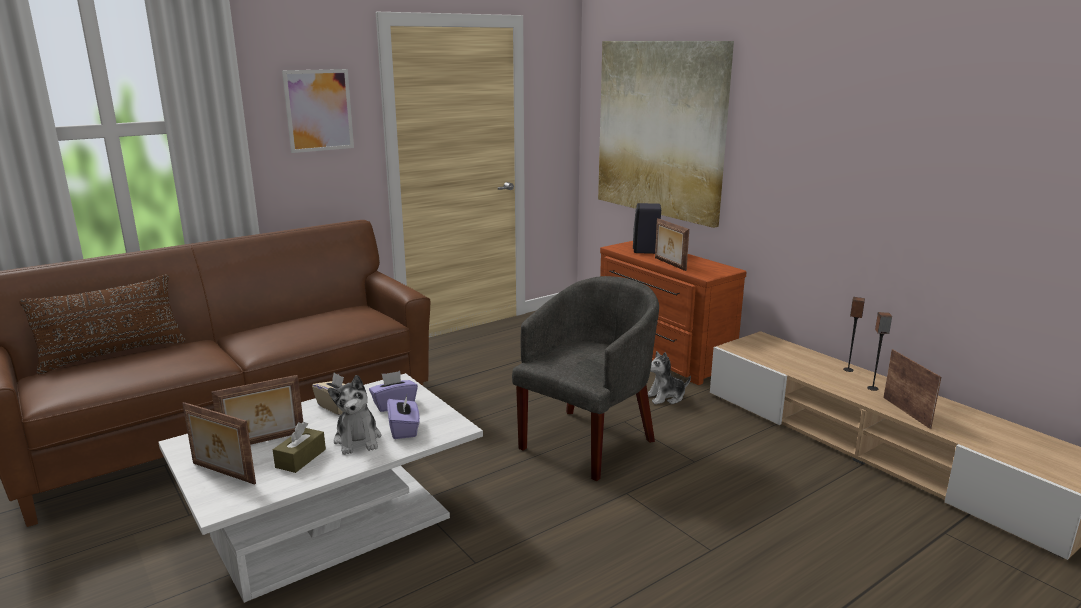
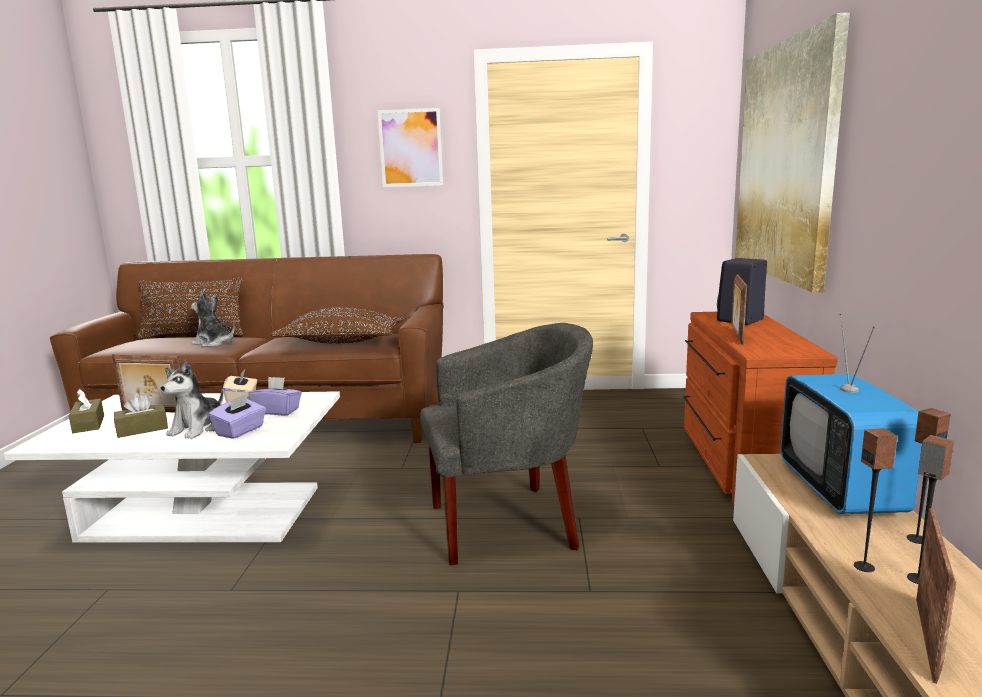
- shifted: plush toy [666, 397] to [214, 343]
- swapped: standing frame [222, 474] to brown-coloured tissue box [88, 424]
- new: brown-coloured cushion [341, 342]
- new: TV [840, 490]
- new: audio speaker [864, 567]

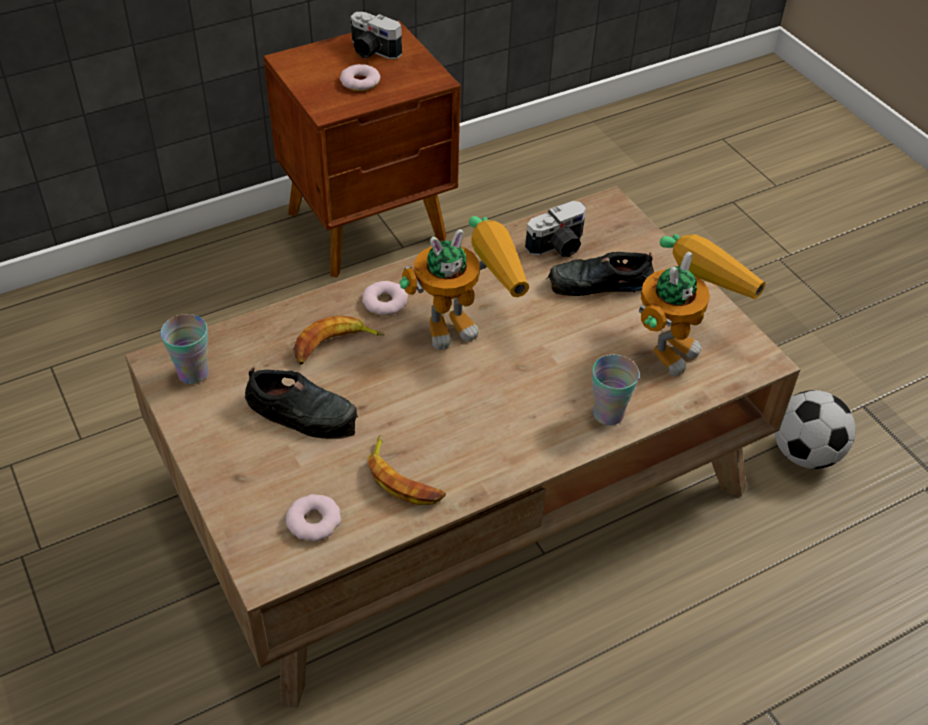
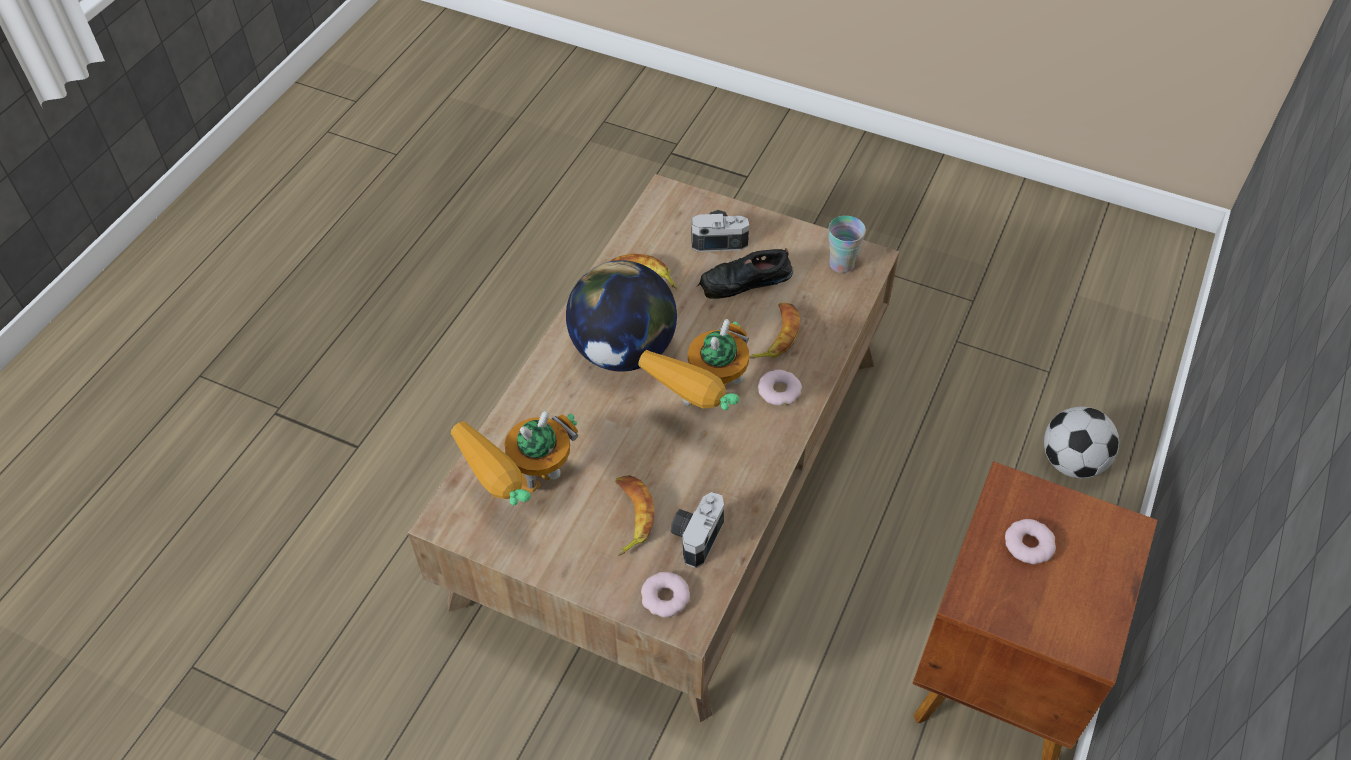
- shifted: photo camera [372, 51] to [719, 238]
- rotated: robot figure [677, 341] = [525, 497] 45 degrees clockwise
- swapped: blackish shoe [598, 283] to banana fruit [630, 516]
- gone: small cup [608, 414]
- shifted: football [805, 454] to [1071, 463]
- shifted: ring doughnut [314, 521] to [665, 597]
- new: world globe [623, 351]

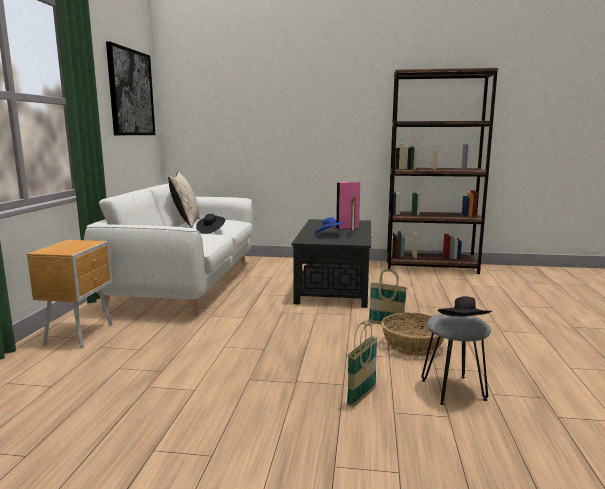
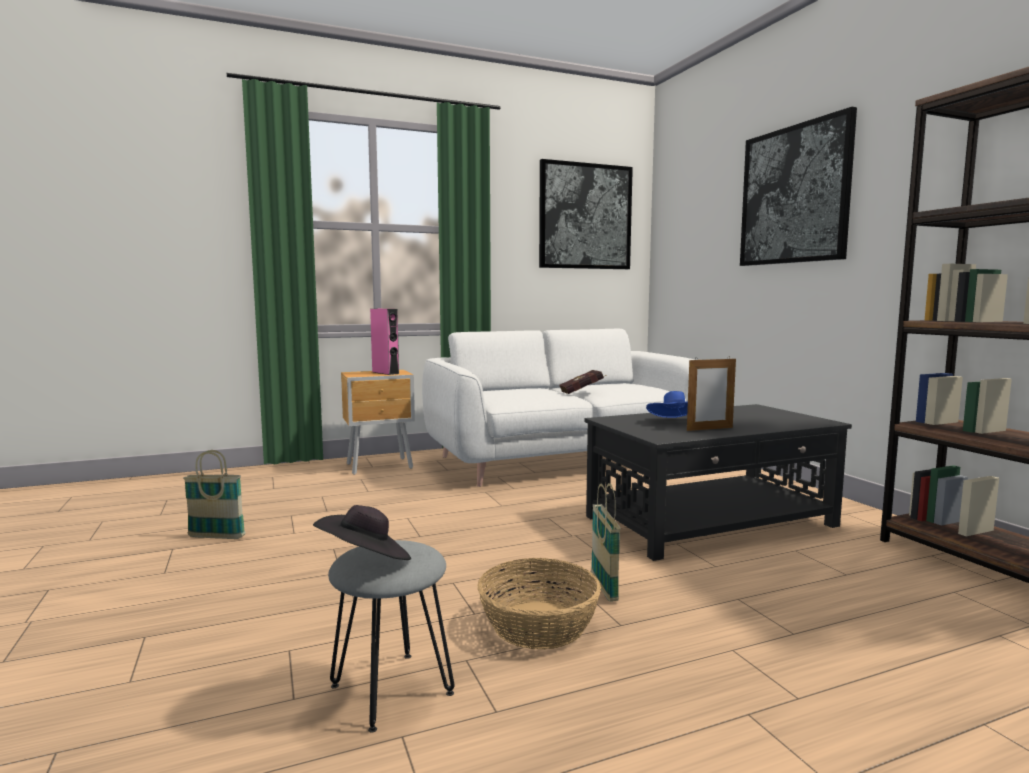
- gone: beige cushion [186, 223]
- shifted: pinkish audio speaker [347, 228] to [385, 373]
- swapped: blackish clothing hat [210, 231] to red book [583, 393]
- shifted: basket [361, 397] to [216, 537]
- new: wall art [794, 195]

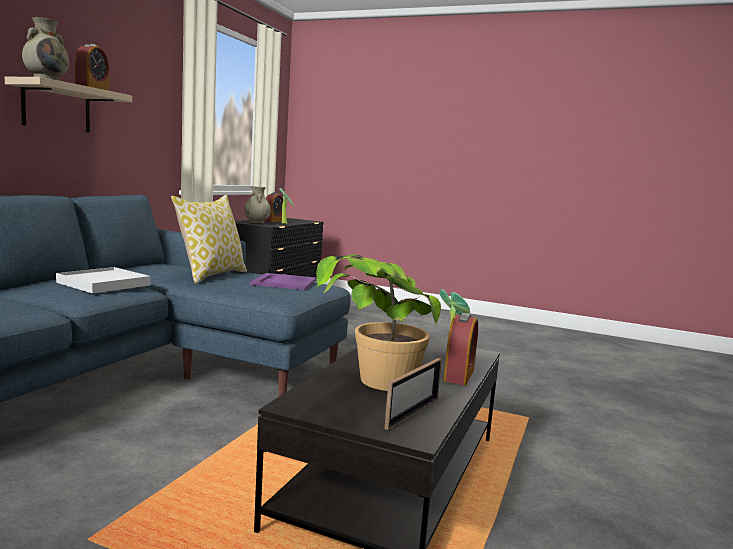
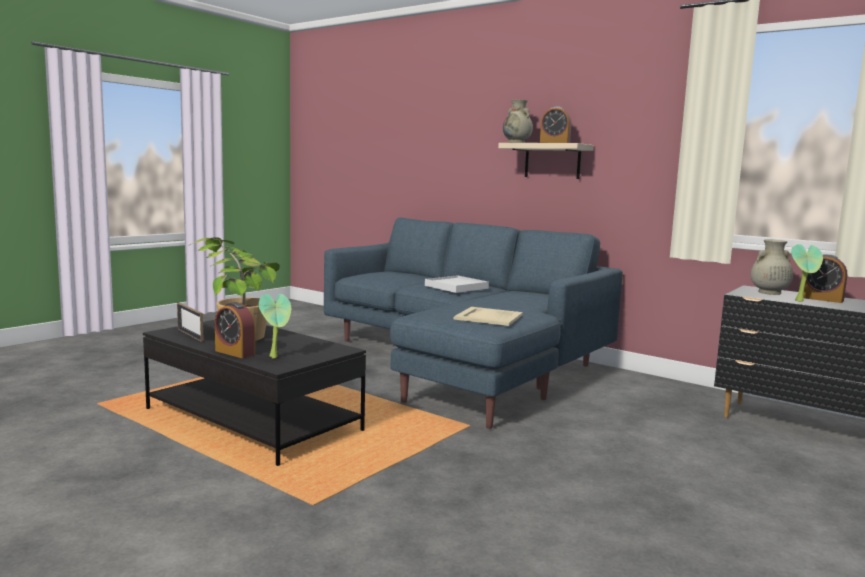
- gone: cushion [211, 275]
- repainted: purplish serving tray [283, 282] to beige serving tray [488, 317]

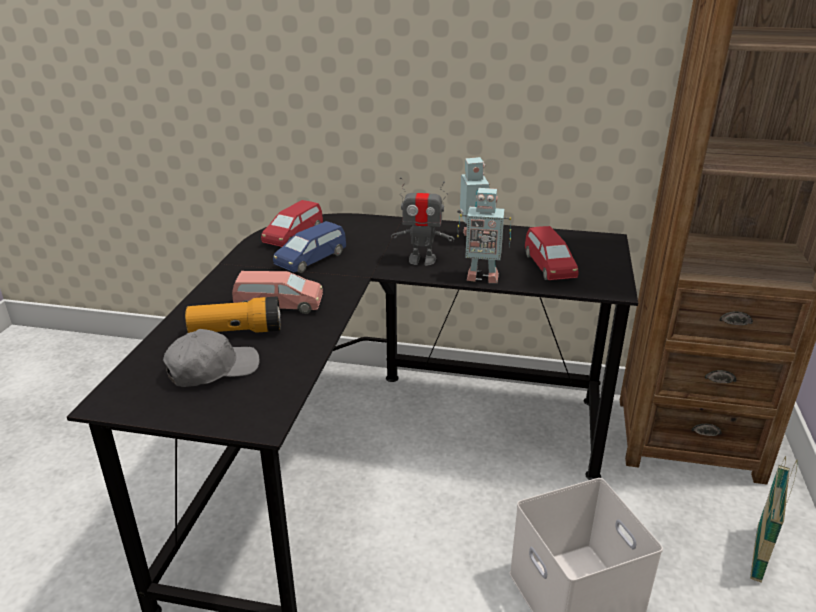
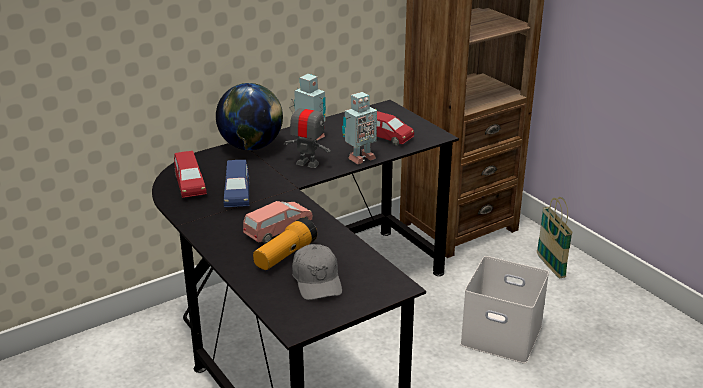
- rotated: robot figure [422, 260] = [307, 163] 120 degrees counterclockwise
- rotated: greyish cap [212, 370] = [317, 280] 150 degrees clockwise
- new: world globe [251, 147]

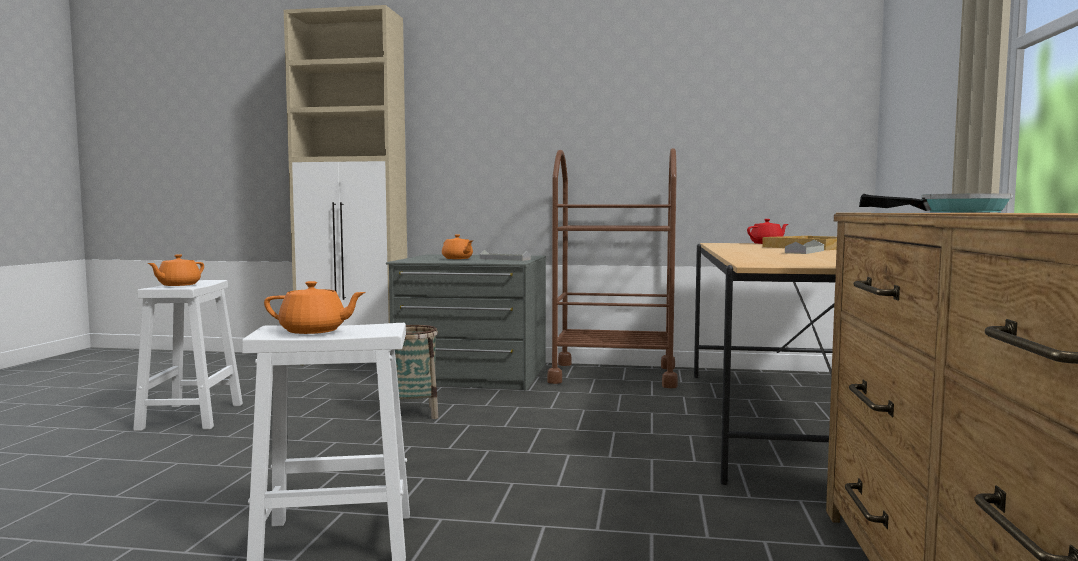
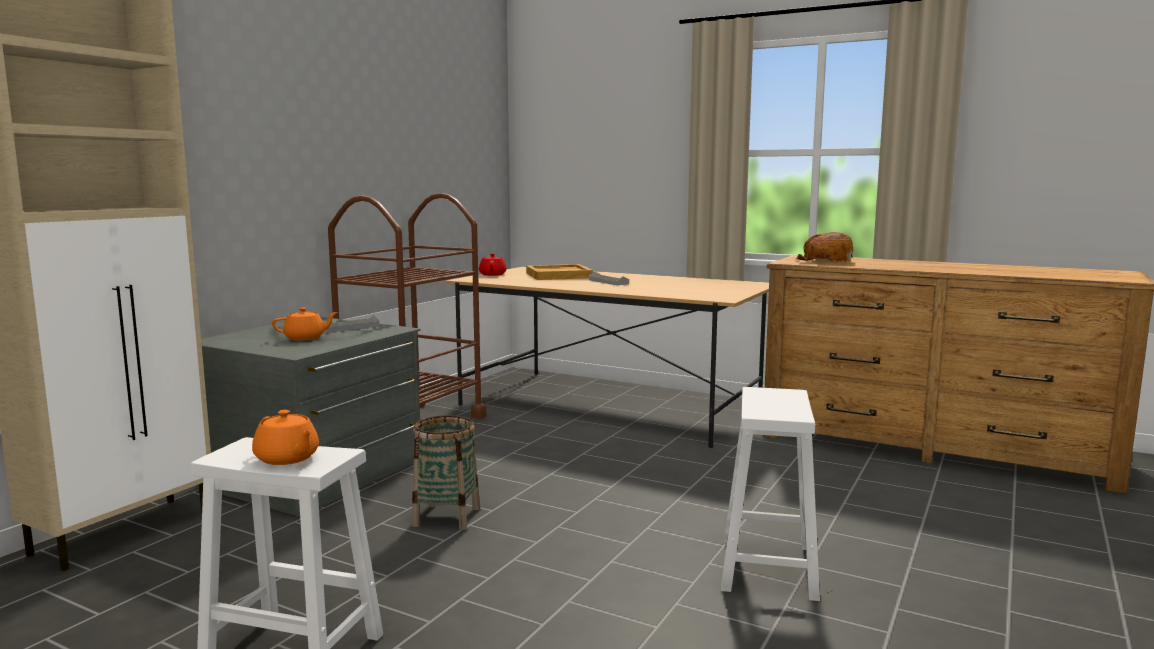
- swapped: frying pan [955, 212] to baked bread [822, 260]
- gone: orange-coloured teapot [314, 331]

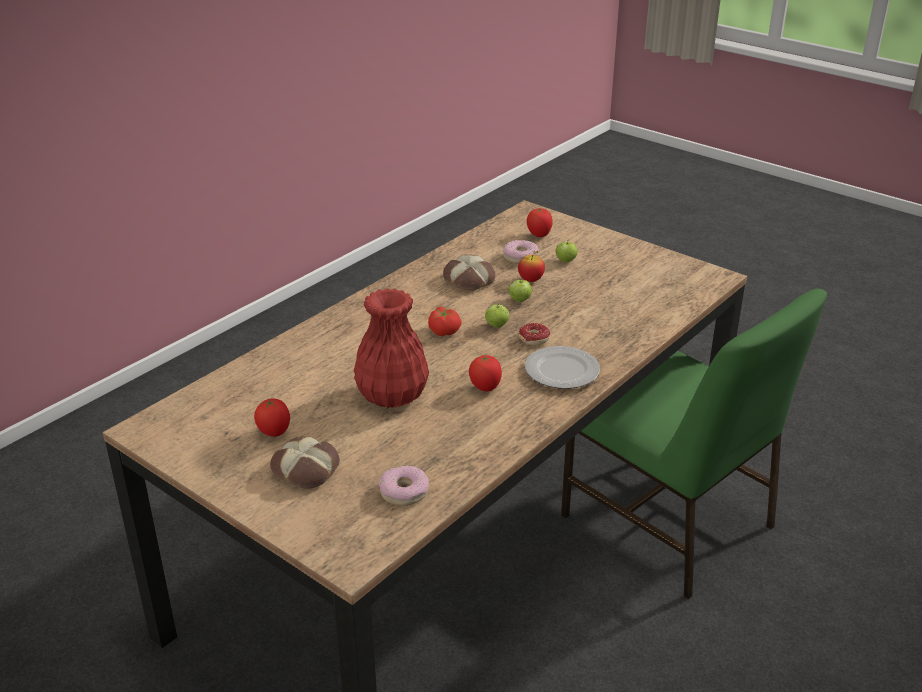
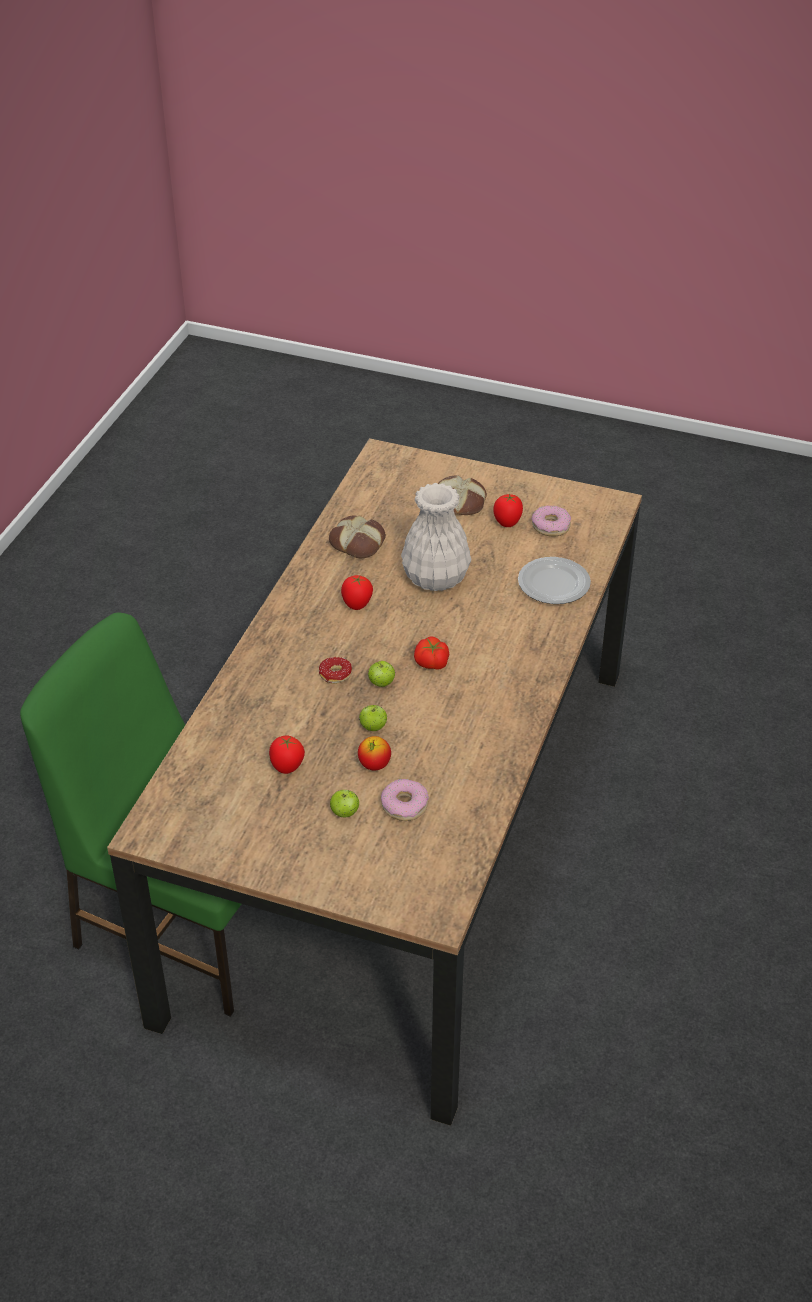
- shifted: whole tomato [539, 235] to [287, 768]
- shifted: baked bread [468, 280] to [358, 542]
- repainted: red decorative vase [392, 396] to whitish decorative vase [435, 578]
- shifted: flat dish [562, 372] to [553, 584]
- shifted: ring doughnut [404, 492] to [551, 526]

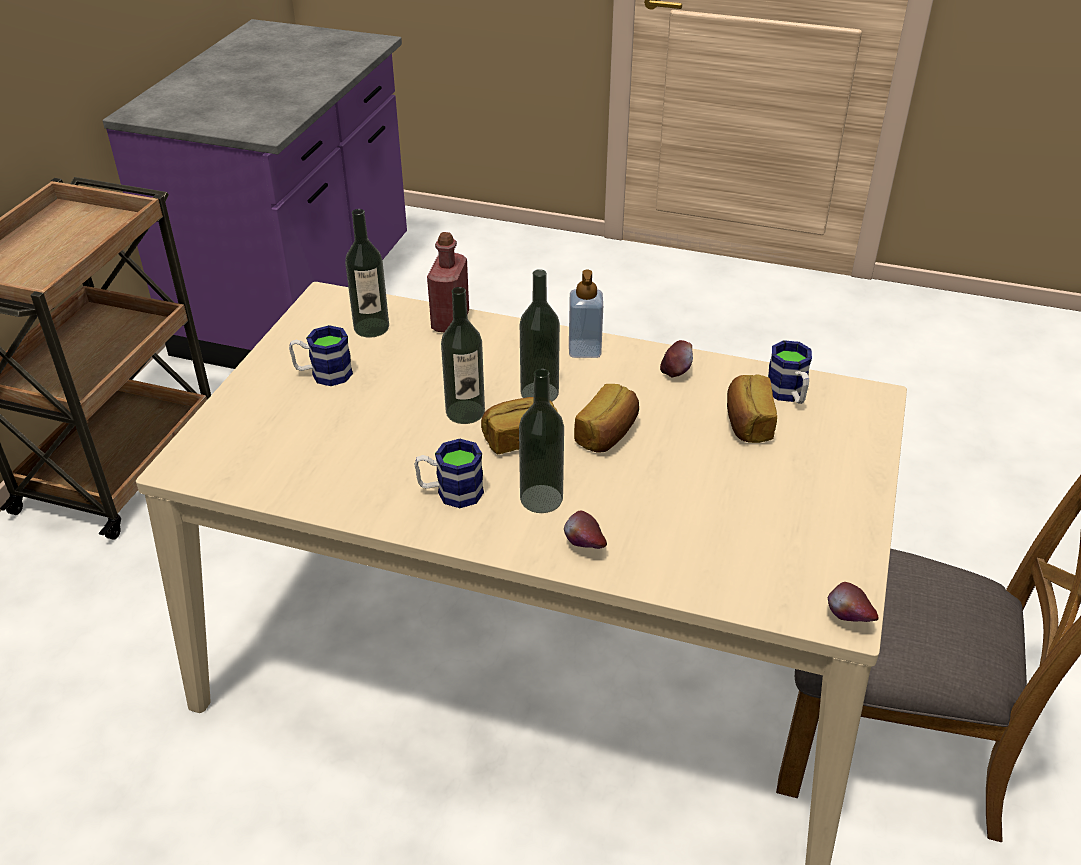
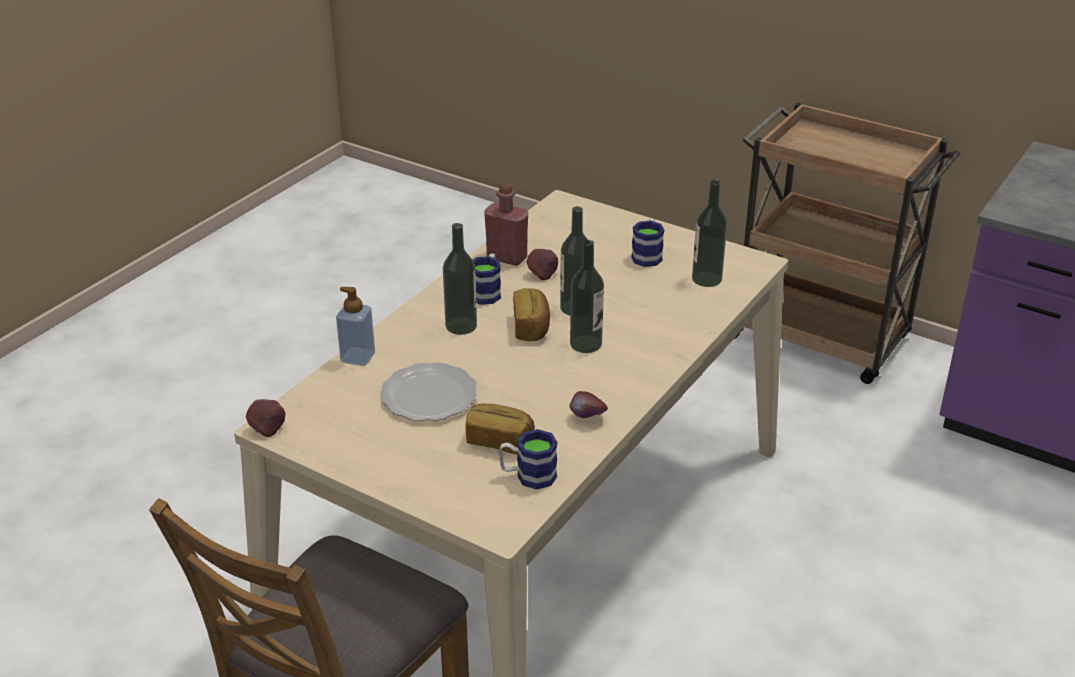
- shifted: red drink bottle [450, 321] to [507, 258]
- shifted: soap bottle [584, 349] to [358, 357]
- gone: baked bread [608, 434]
- shifted: apple fruit [585, 547] to [543, 274]
- new: flat dish [427, 395]

